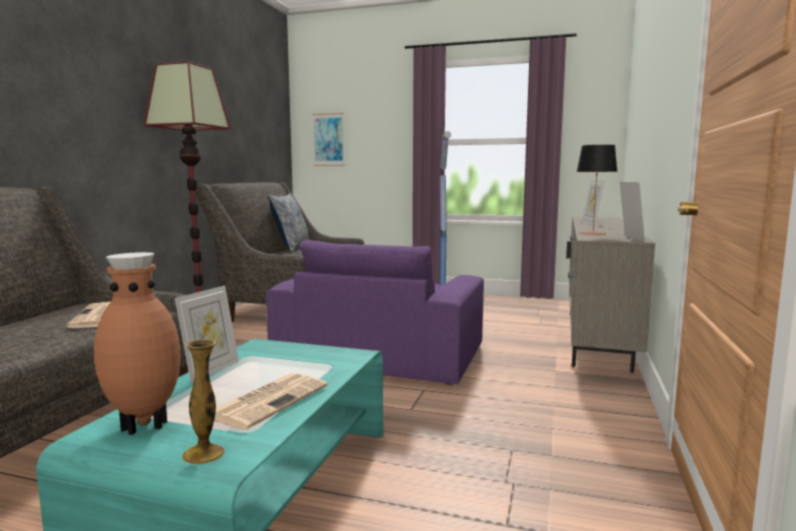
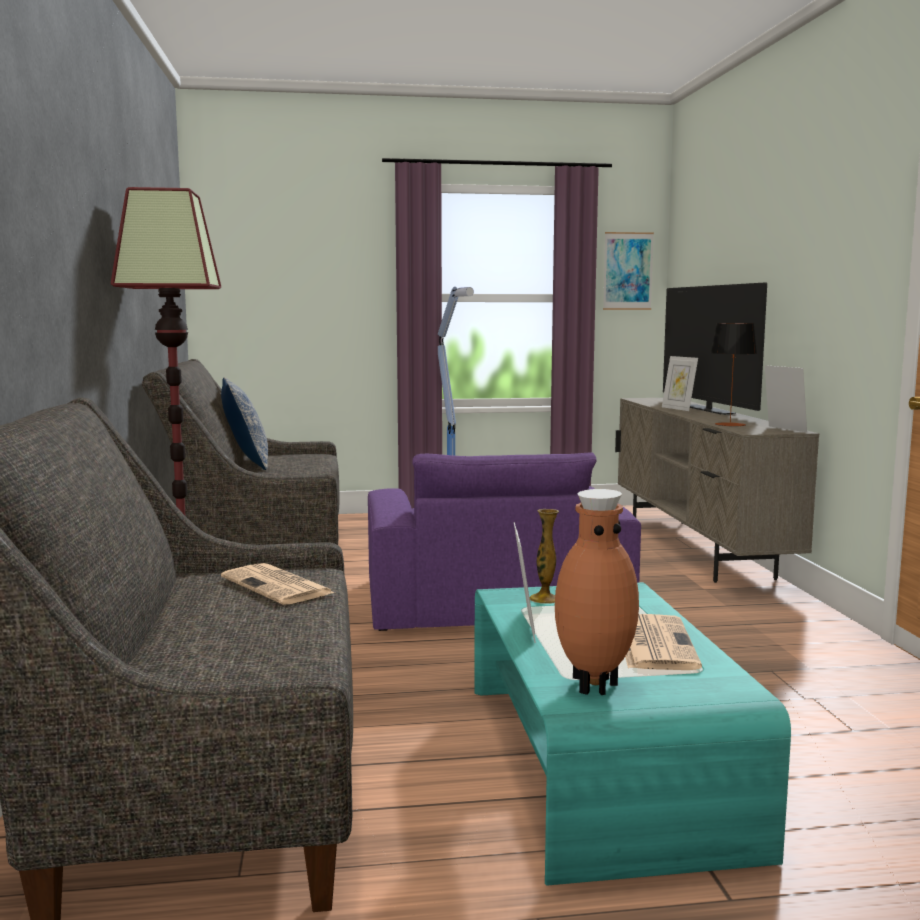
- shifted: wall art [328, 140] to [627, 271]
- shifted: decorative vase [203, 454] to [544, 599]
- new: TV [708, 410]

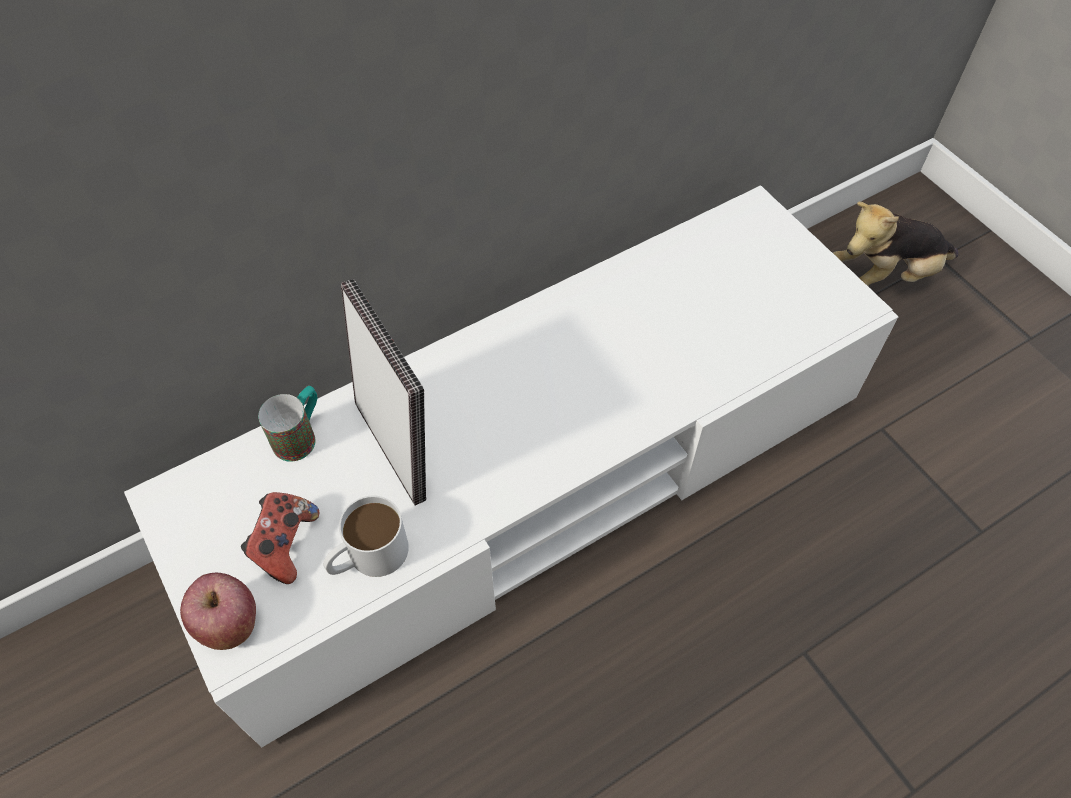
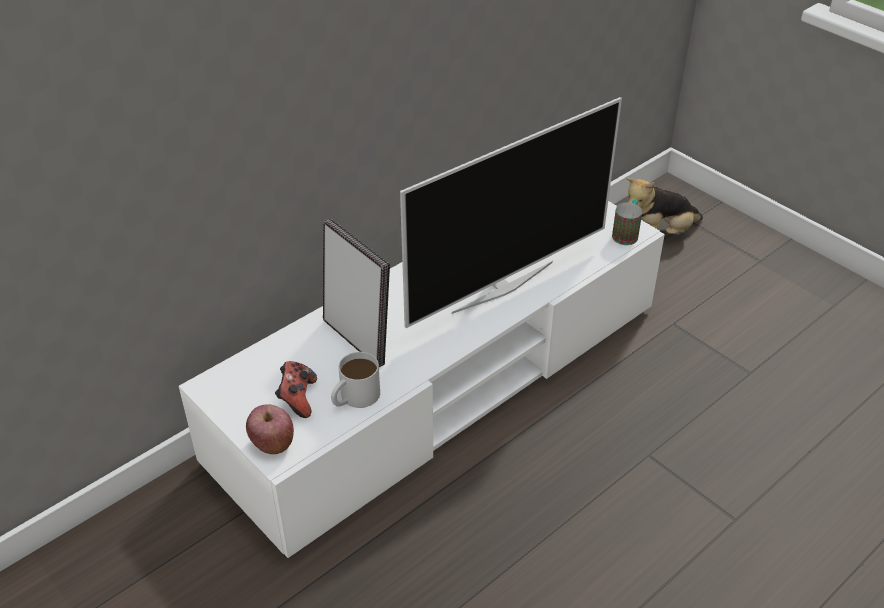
- shifted: coffee mug [301, 435] to [626, 234]
- new: TV [501, 286]

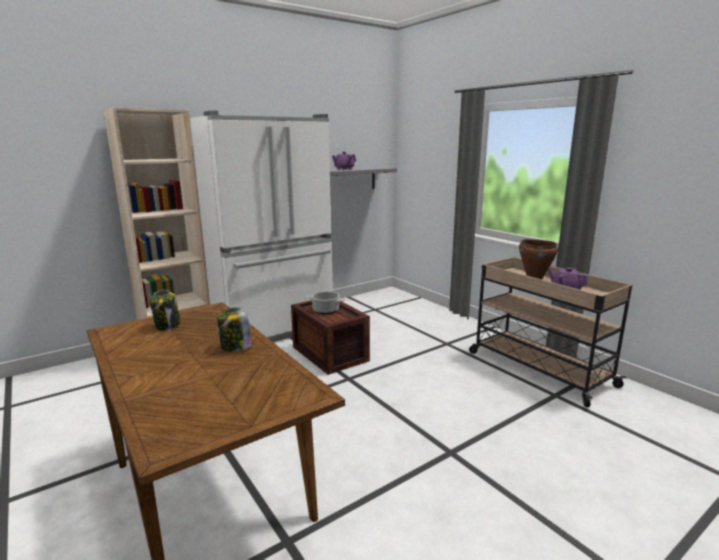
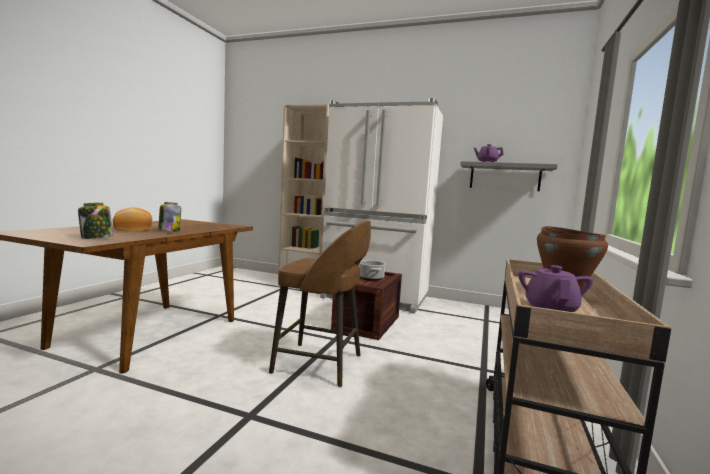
- shifted: jar [168, 325] to [96, 238]
- new: baked bread [132, 229]
- new: brown-coloured sitting stool [320, 364]

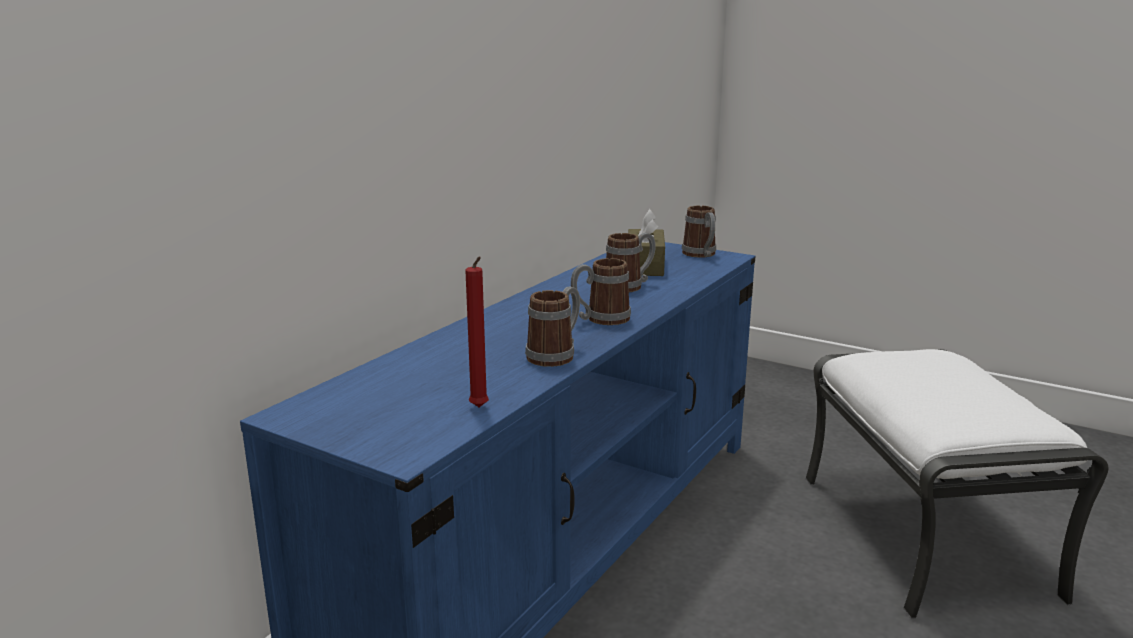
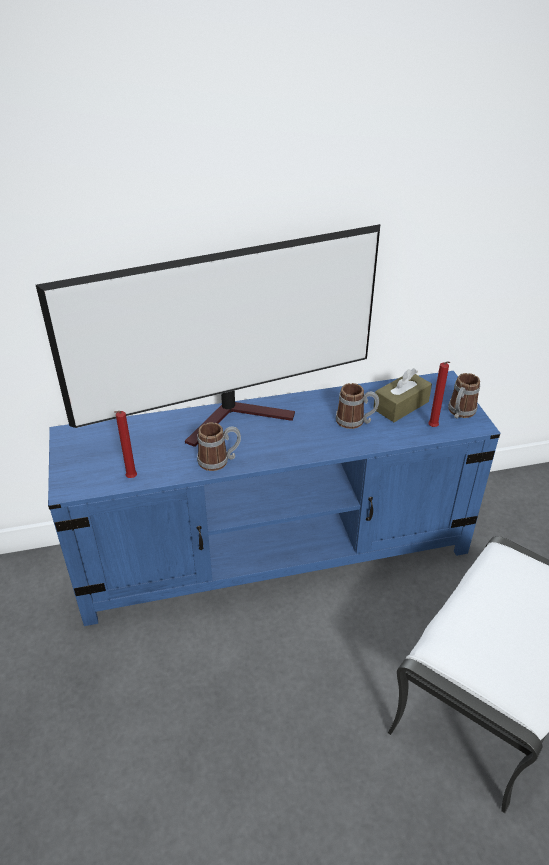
- gone: coffee mug [600, 319]
- new: TV [238, 417]
- new: red wax light [433, 428]

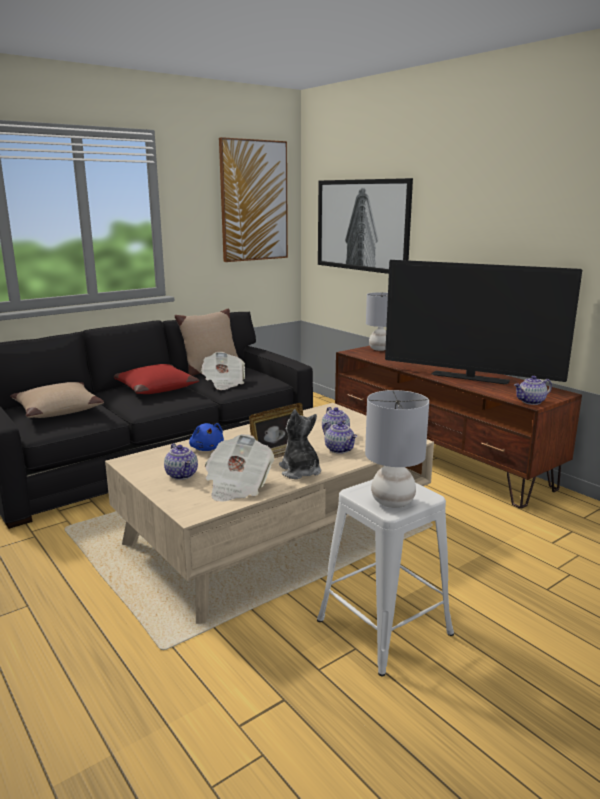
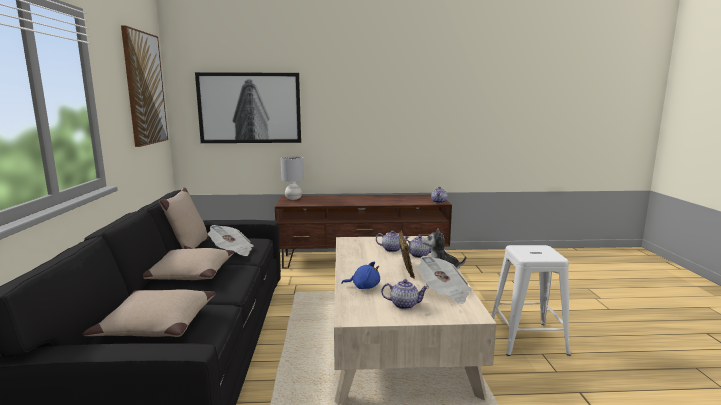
- gone: TV [470, 378]
- repainted: red cushion [155, 388] to beige cushion [190, 274]
- gone: greyish table lamp [392, 502]

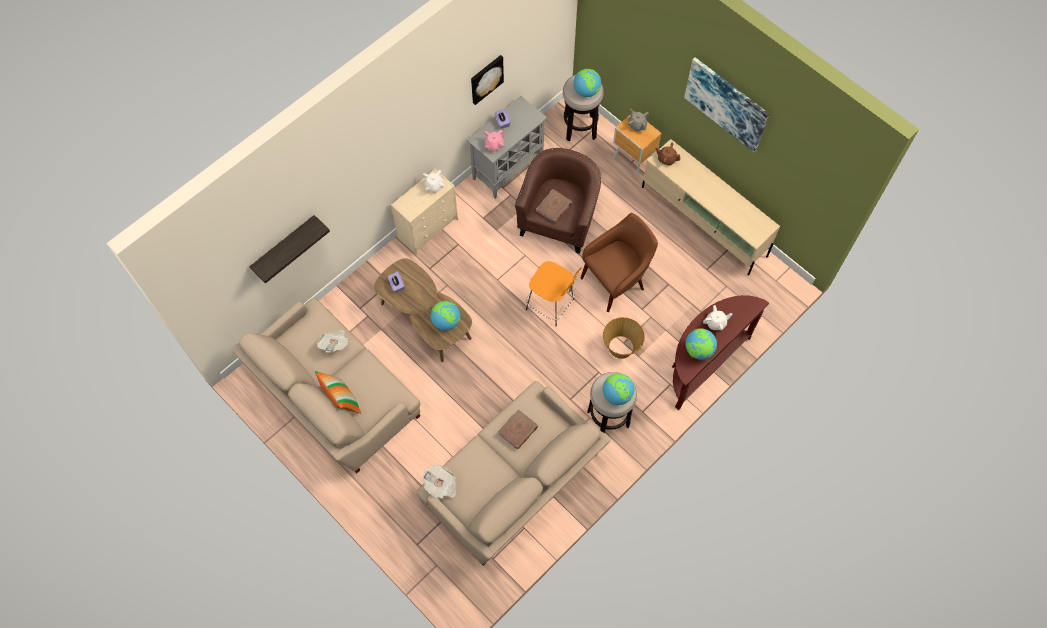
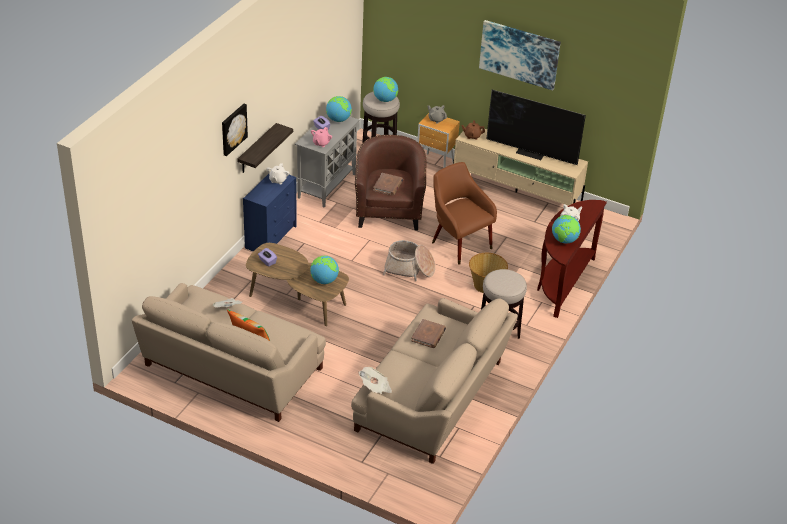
- shifted: wall art [486, 79] to [233, 129]
- repainted: beige drawer chest [428, 228] to blue drawer chest [271, 237]
- rotated: brown-coloured armchair [616, 281] = [459, 243] 75 degrees counterclockwise
- shifted: shelf [284, 246] to [257, 149]
- swapped: orange-coloured sitting stool [551, 305] to basket [409, 269]
- shifted: world globe [617, 394] to [338, 119]
- new: TV [531, 153]

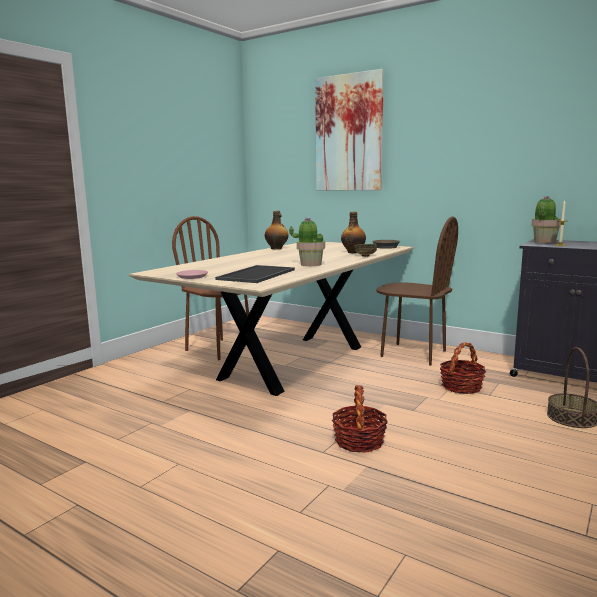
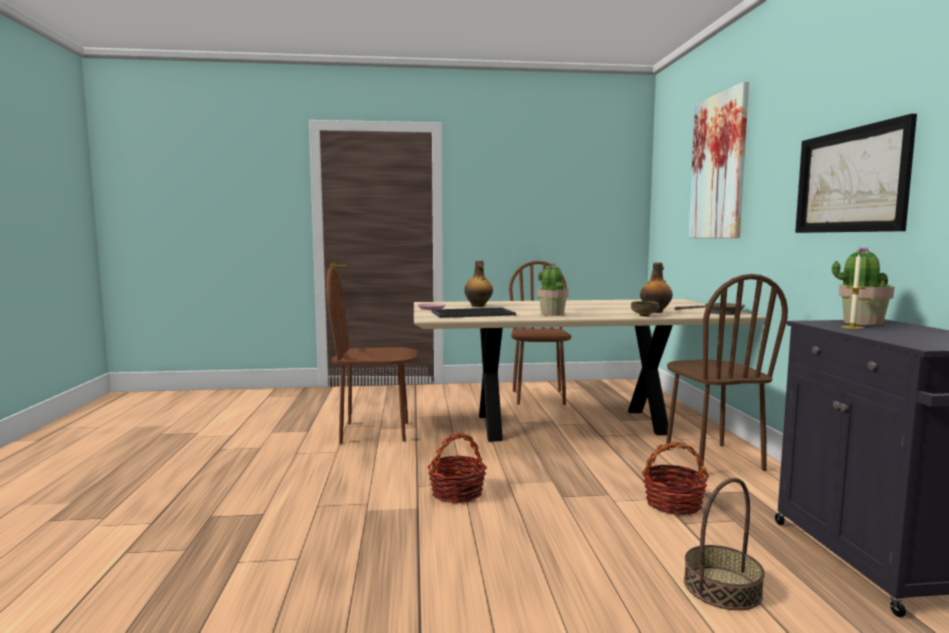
- shifted: drink bottle [276, 248] to [478, 306]
- new: wall art [850, 181]
- new: brown-coloured upright chair [375, 432]

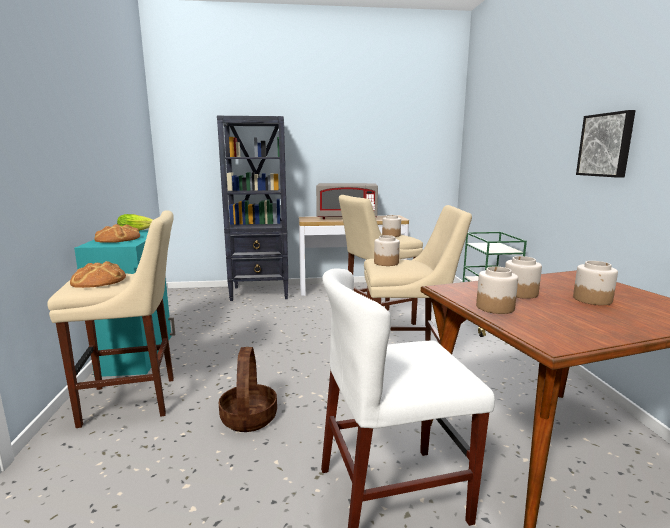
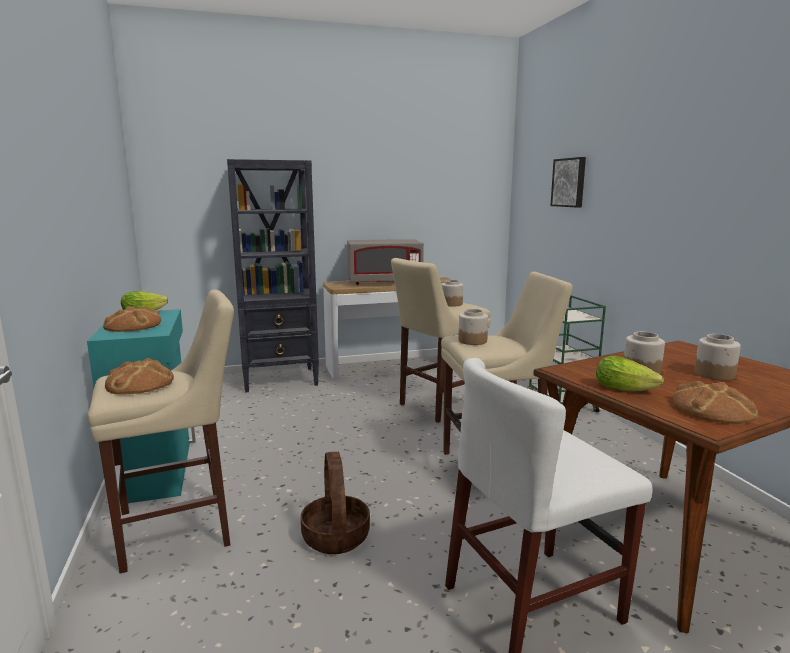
- shifted: wall art [606, 145] to [569, 182]
- swapped: jar [494, 307] to lettuce [627, 389]
- new: baked bread [712, 409]

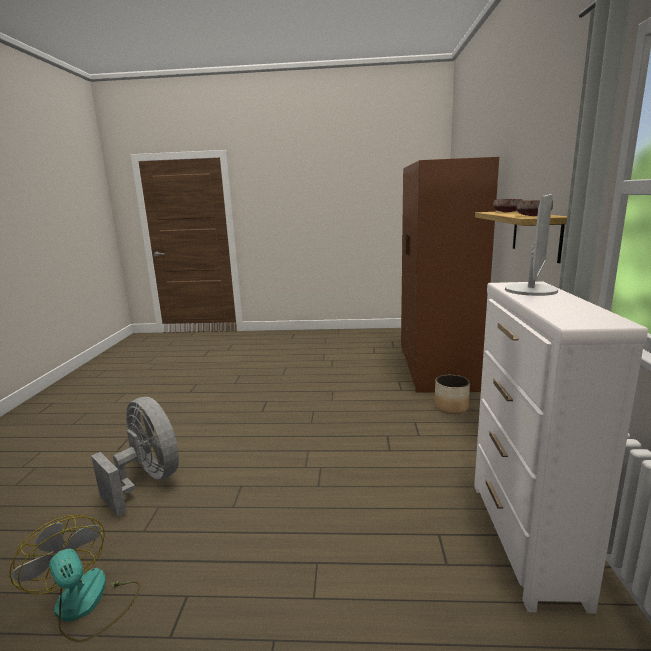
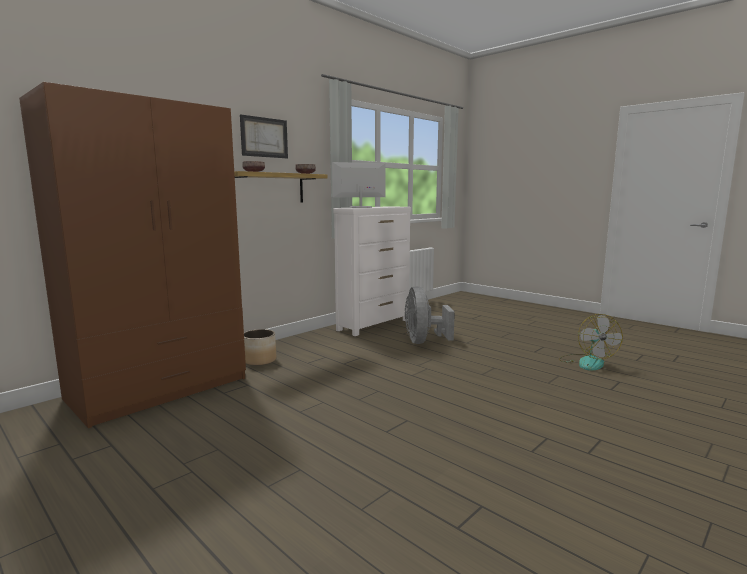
- shifted: greyish cooling fan [148, 480] to [423, 341]
- new: wall art [264, 137]

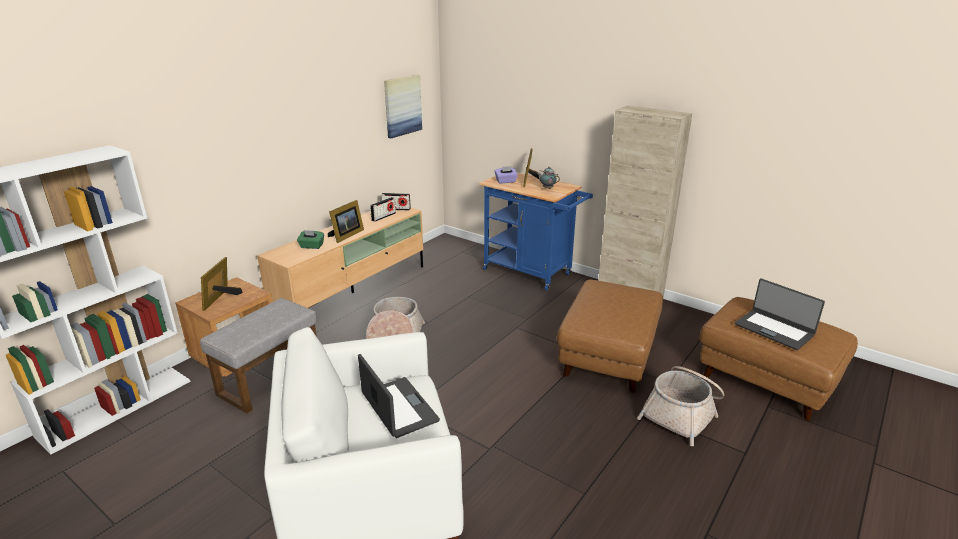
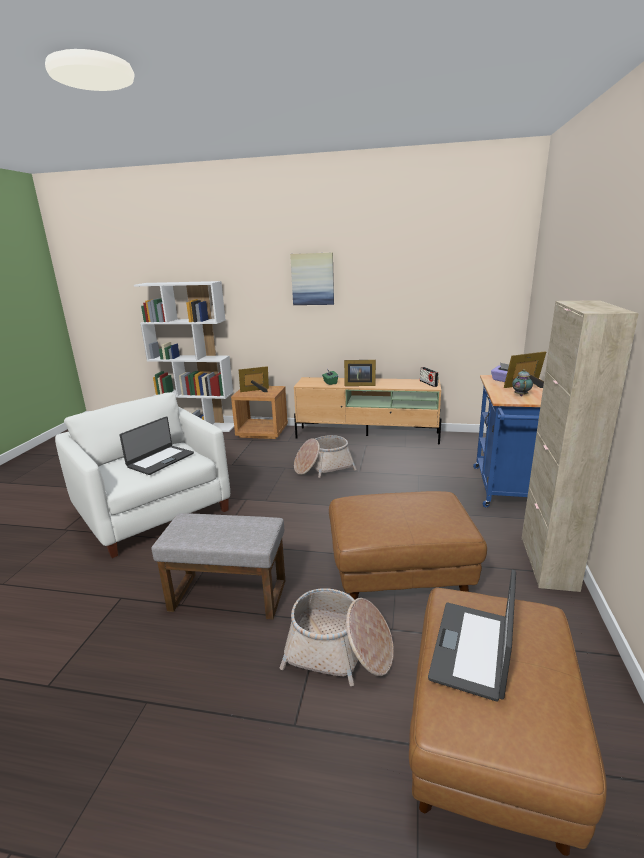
- shifted: wall art [402, 106] to [312, 279]
- gone: radio [383, 217]
- shifted: greyish footrest [270, 379] to [230, 595]

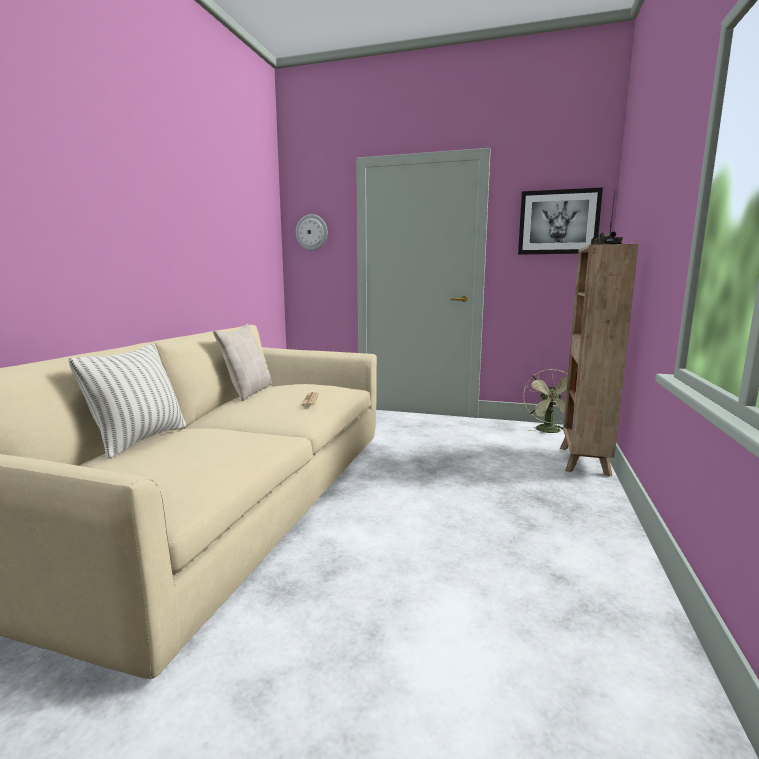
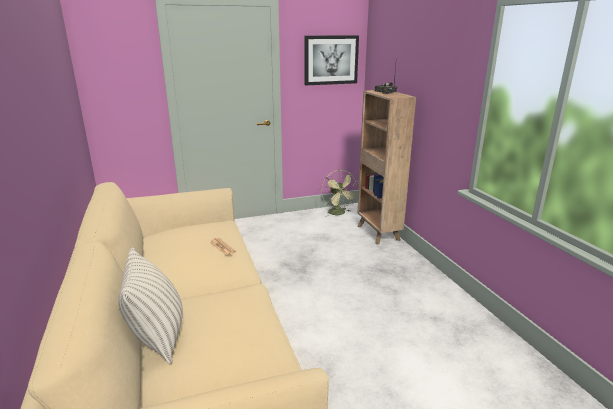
- gone: clock on the wall [312, 232]
- gone: beige cushion [247, 392]

